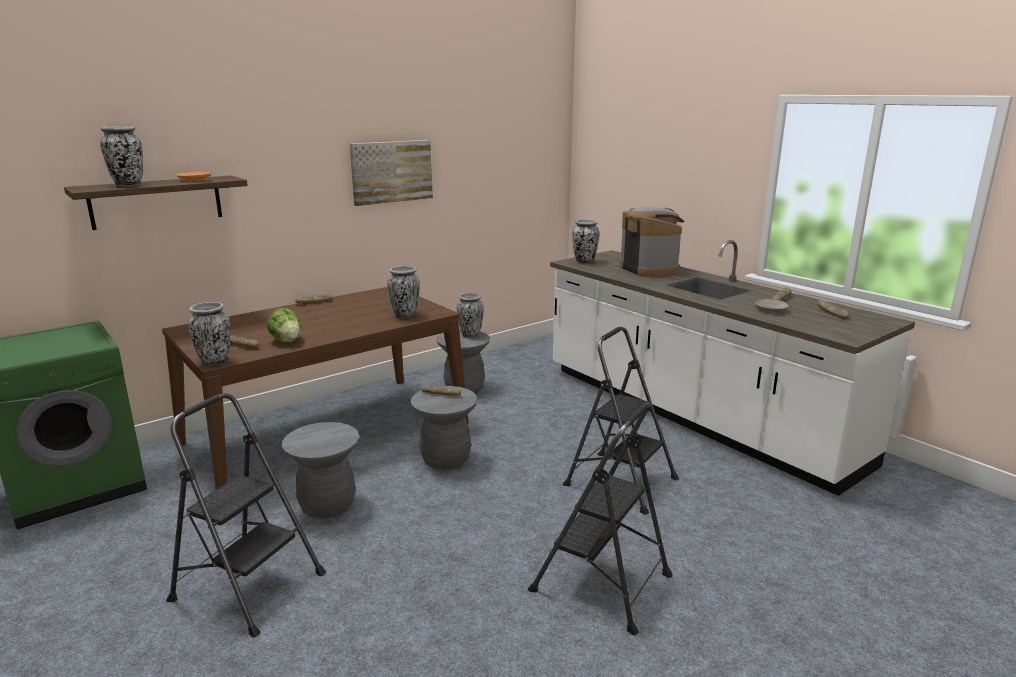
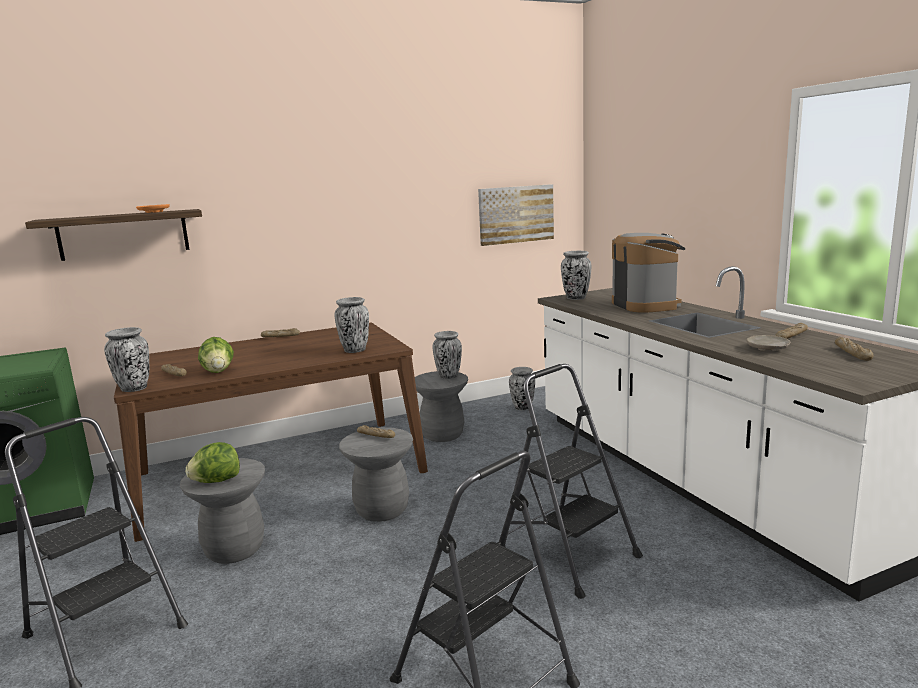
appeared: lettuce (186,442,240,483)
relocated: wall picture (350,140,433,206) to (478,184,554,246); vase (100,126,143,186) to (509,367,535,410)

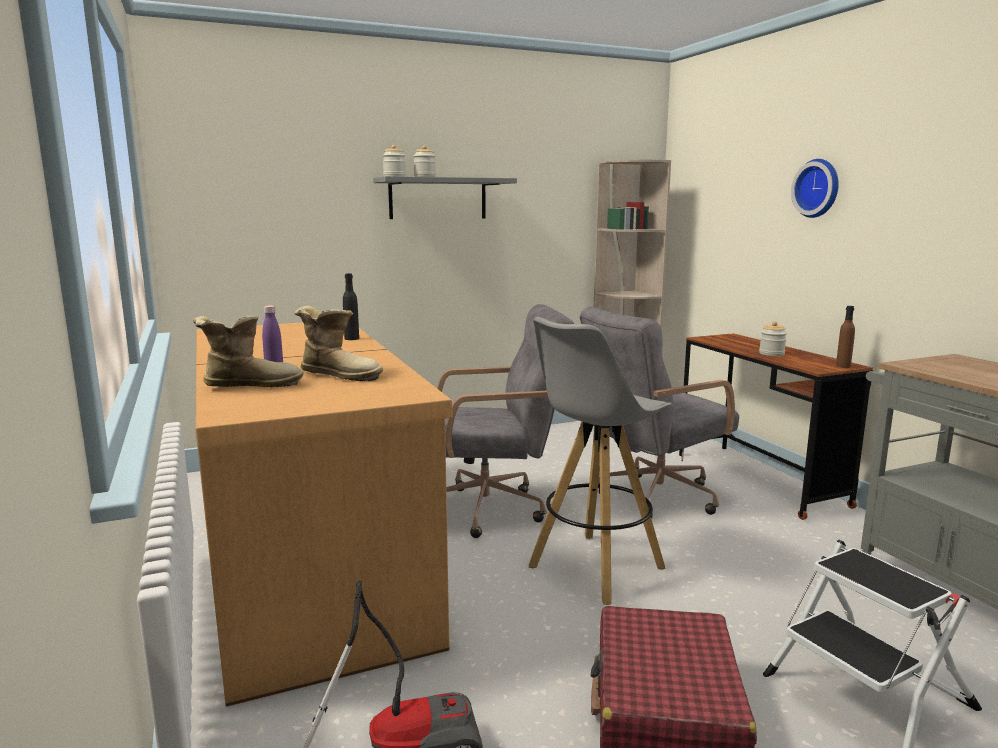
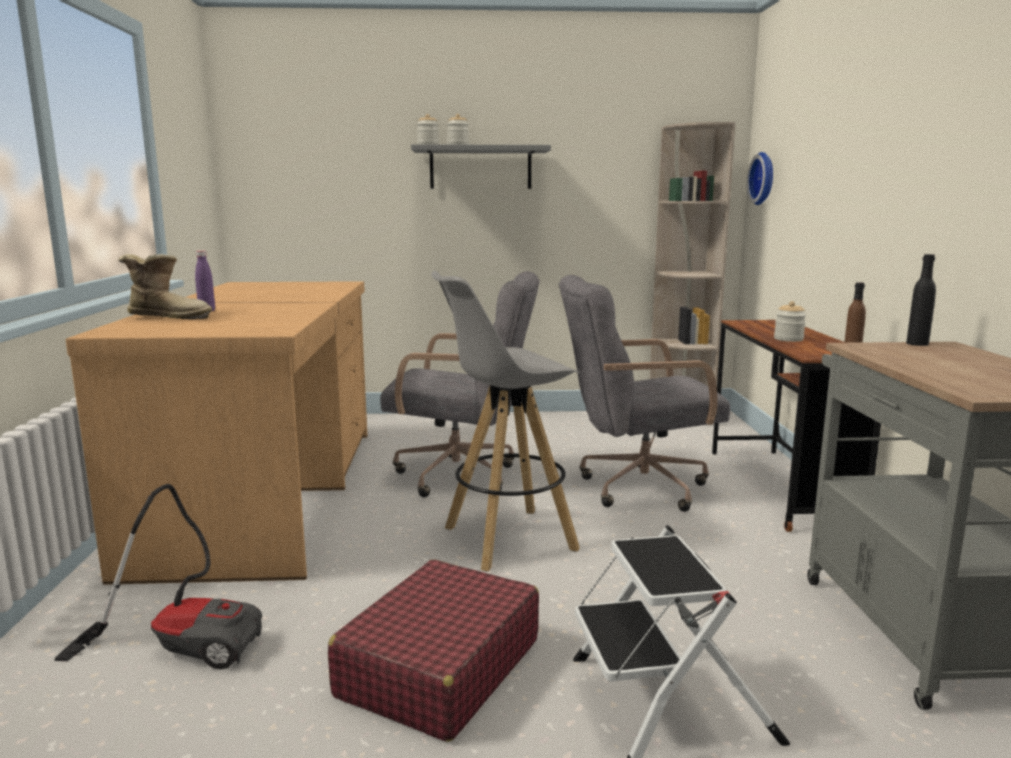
missing: boot (294,306,383,381)
relocated: wall clock (791,159,839,218) to (747,152,773,205); drink bottle (black-coloured) (343,273,359,340) to (906,254,936,346)

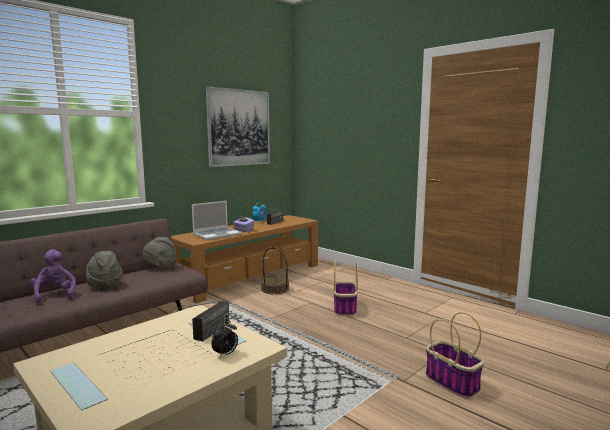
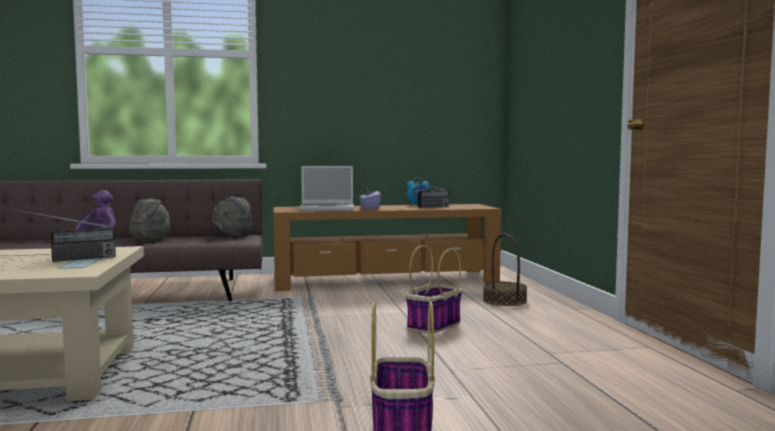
missing: wall picture (206,86,270,167); alarm clock (211,321,238,357)
relocated: storage basket (261,247,289,295) to (483,234,527,306)

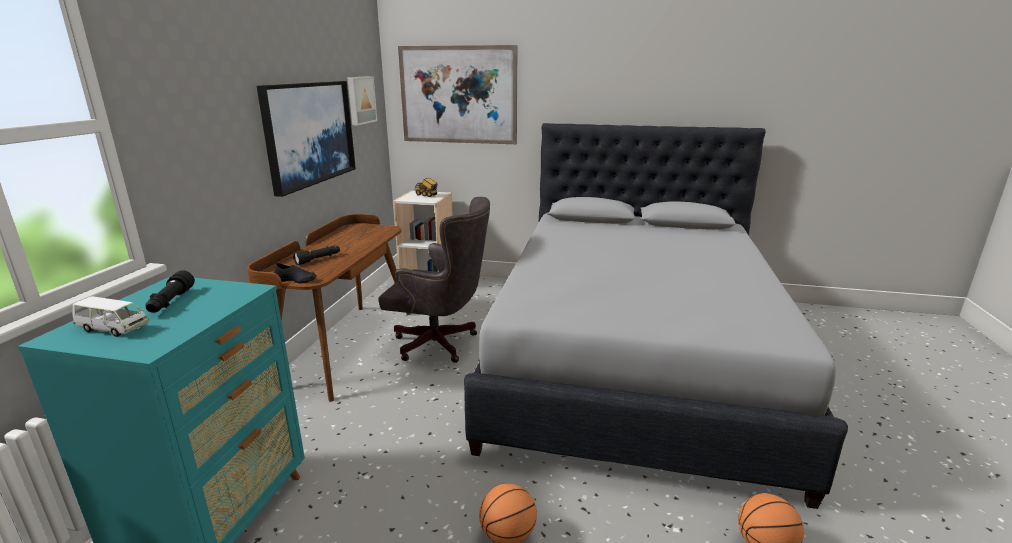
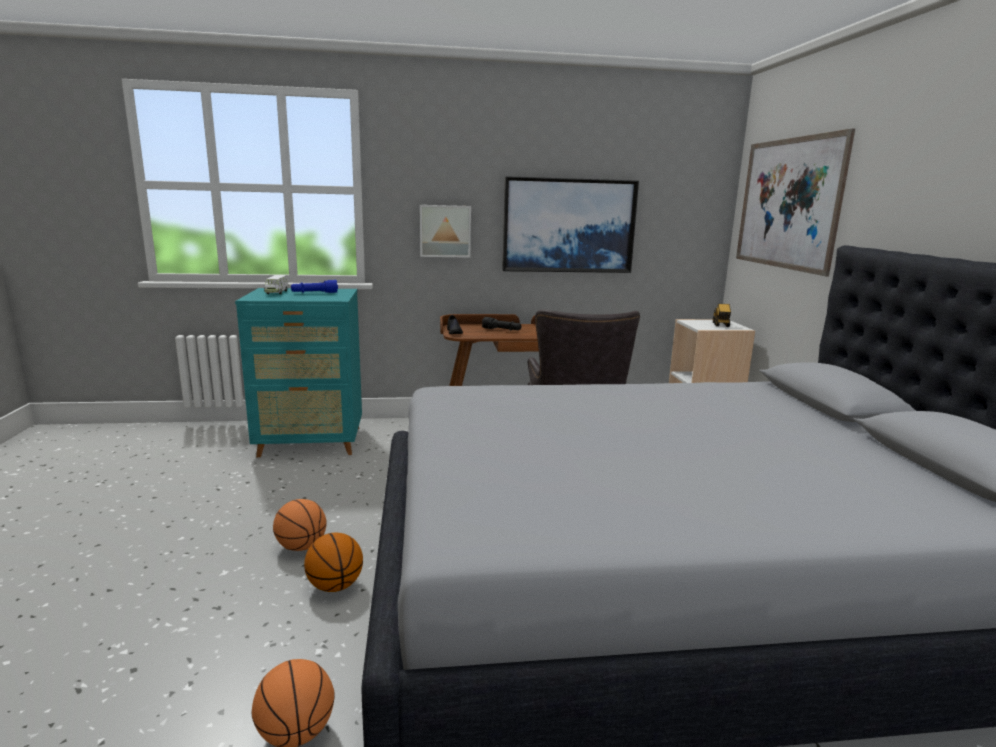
appeared: ball for basketball (304,533,363,592)
relocated: wall picture (347,76,377,125) to (420,205,471,258)
colour: torch (black-coloured) (145,270,195,313) to torch (blue-coloured) (291,280,338,293)

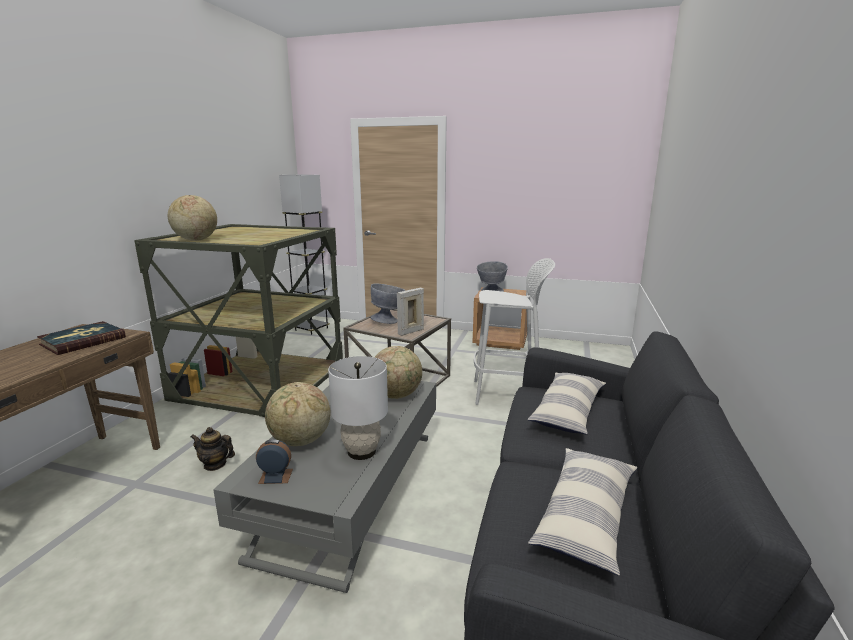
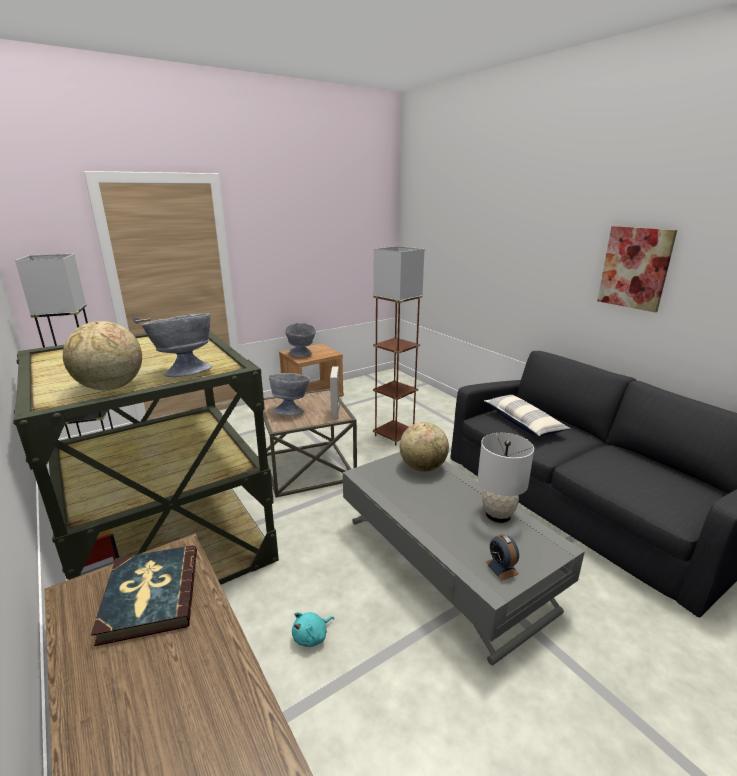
missing: desk globe (265,382,331,446); throw pillow (528,448,638,576)
appeared: deep dish (greyish) (142,313,212,377); wall picture (597,226,677,312)
exchanged: pot for tea (191,427,235,471) to soft toy (turquoise-coloured) (292,612,334,647); stool seat (white) (474,258,555,405) to floor lamp (brown) (373,246,424,445)
spun: alarm clock (256,439,293,484) = (485,534,519,581) 60 degrees counterclockwise

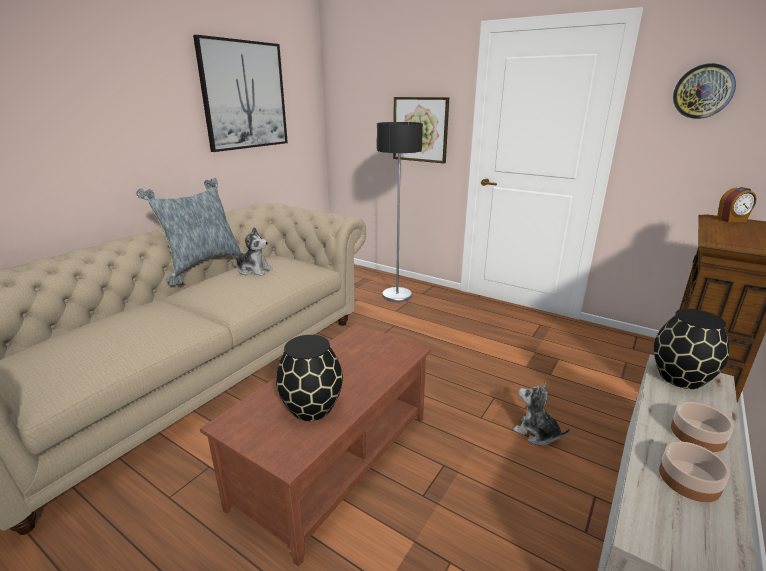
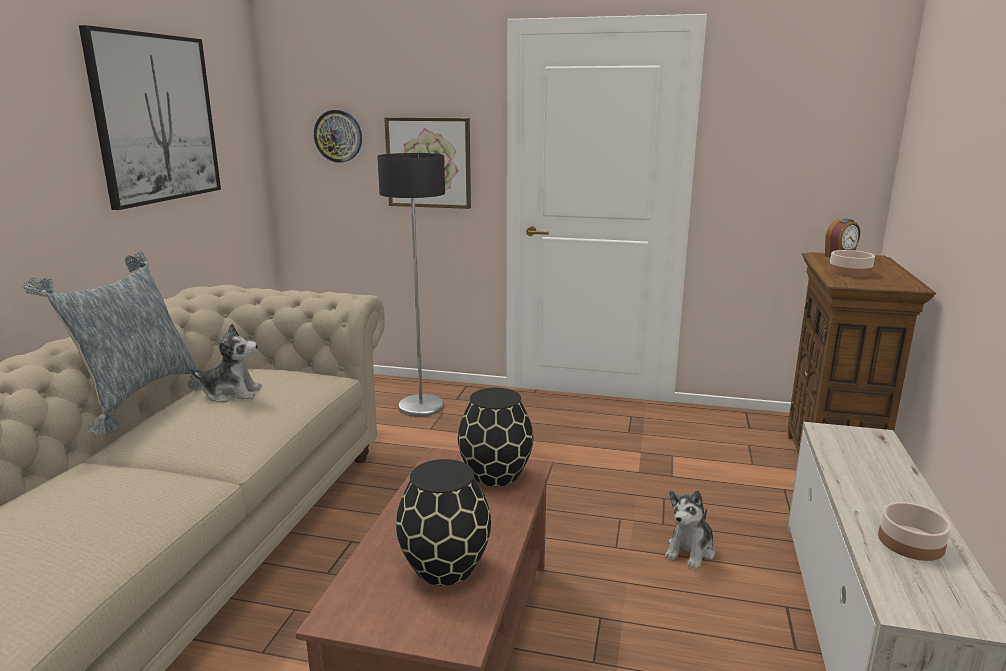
relocated: wall clock (673,63,736,119) to (314,110,362,163); vase (black-coloured) (654,309,729,389) to (458,388,533,487); deep dish (671,402,734,452) to (829,250,875,277)
spun: soft toy (513,383,570,446) = (665,490,715,569) 75 degrees counterclockwise

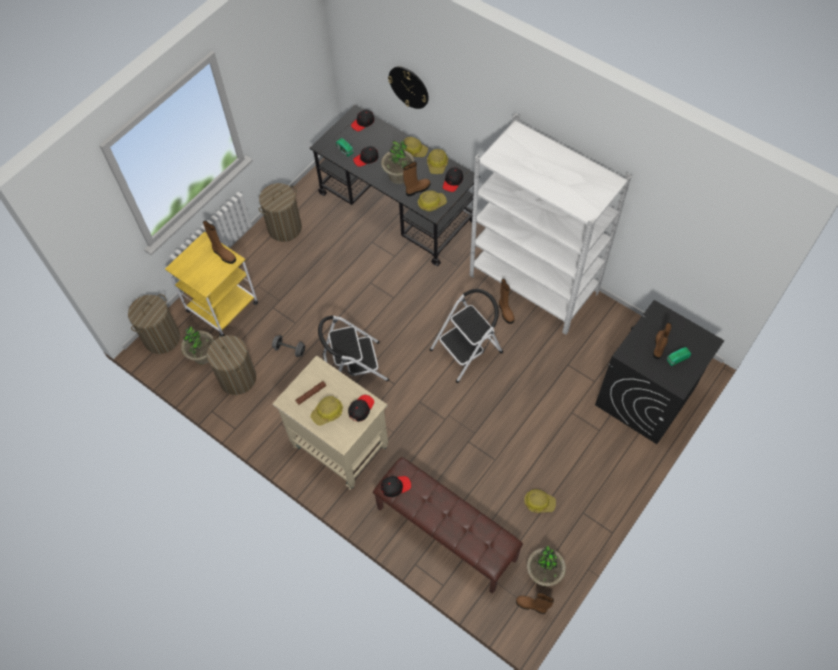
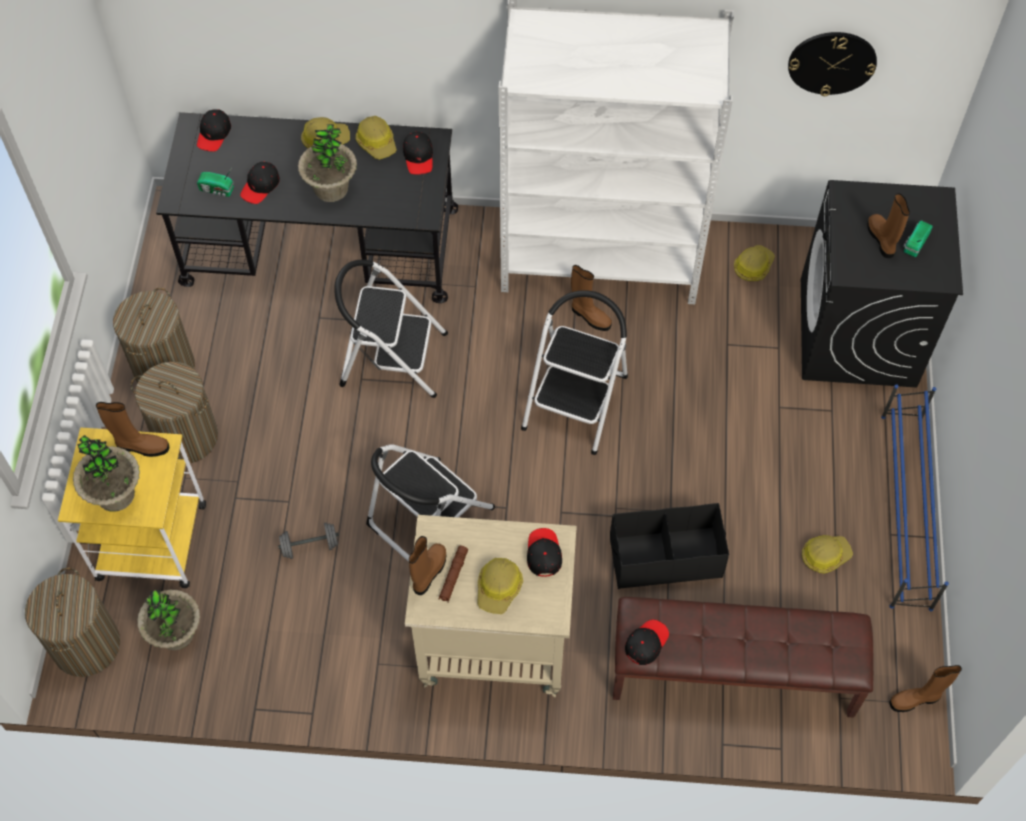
appeared: step stool (334,260,448,398); storage box (black-coloured) (610,503,729,589); shoe stand (blue-coloured) (881,384,949,611)
relocated: potted plant (527,546,566,586) to (73,435,140,512); washing basket (207,335,256,395) to (131,362,218,463); boot (brown) (403,161,430,196) to (409,536,446,595); safety helmet (418,190,447,211) to (734,245,775,281); wall clock (388,66,429,109) to (788,32,877,96)

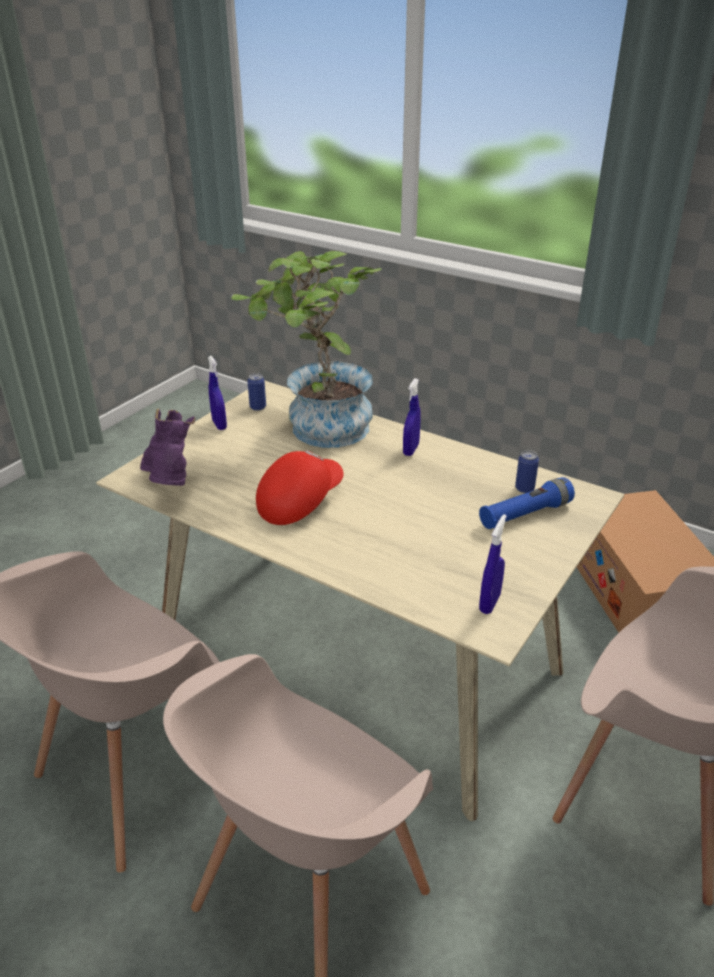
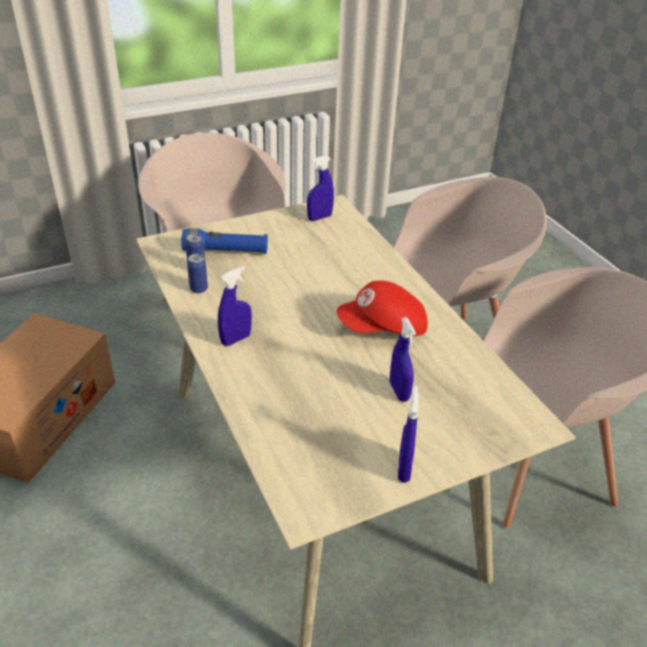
missing: boot (purple) (140,409,195,486); potted plant (231,251,381,448)
appeared: hand sprayer (blue-coloured) (390,317,416,402)
relocated: can (247,373,266,411) to (187,254,208,293)

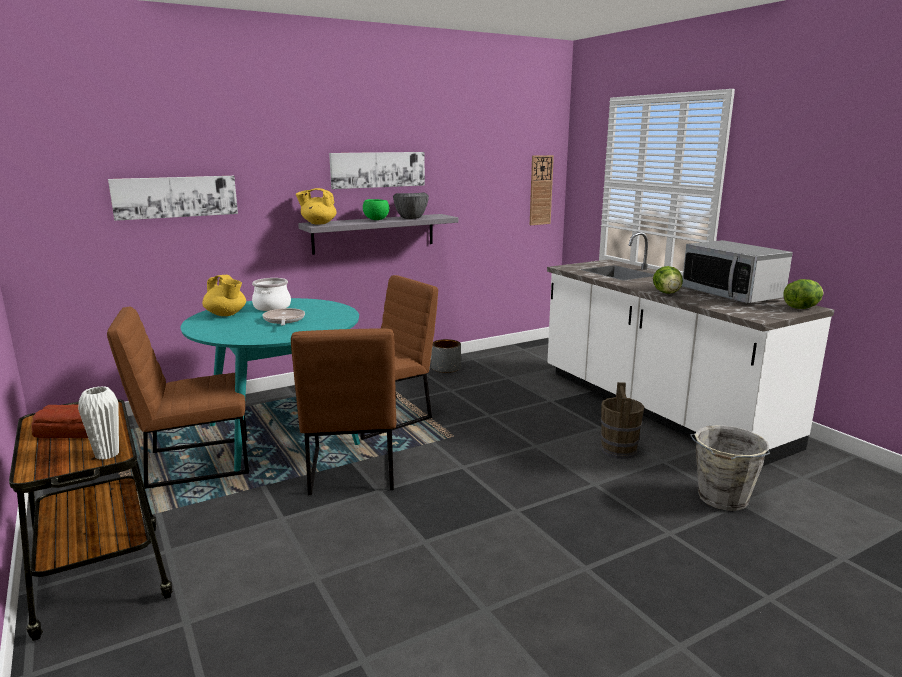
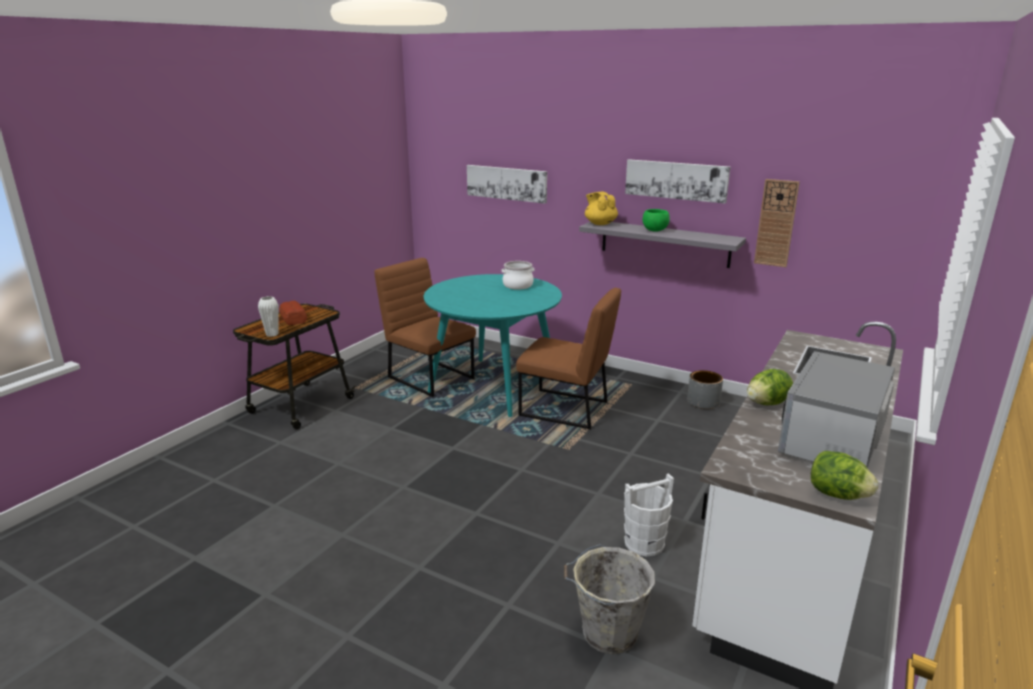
missing: pot for tea (yellow) (202,275,246,316); skillet (263,308,305,325); plain chair (brown) (291,328,396,495); deep dish (393,192,429,219)
relocated: wall clock (530,155,554,225) to (754,179,800,267)
colour: pail (brown) (601,382,645,459) to pail (white) (624,473,674,556)

